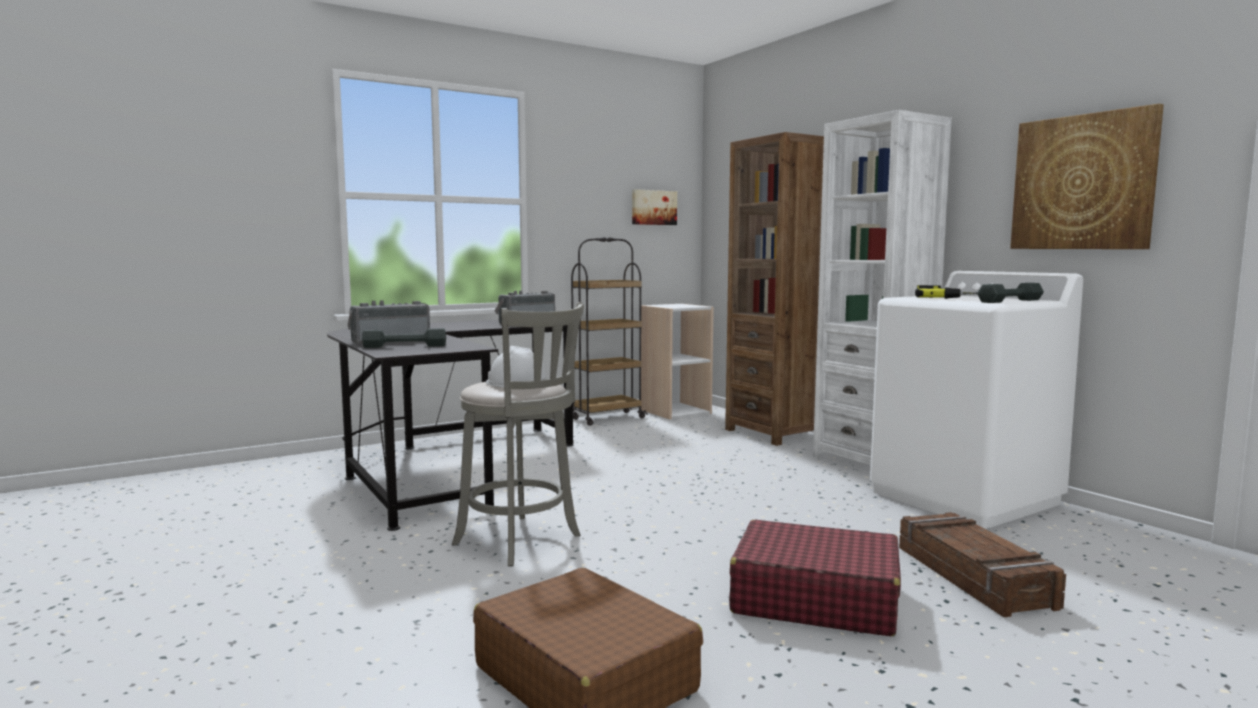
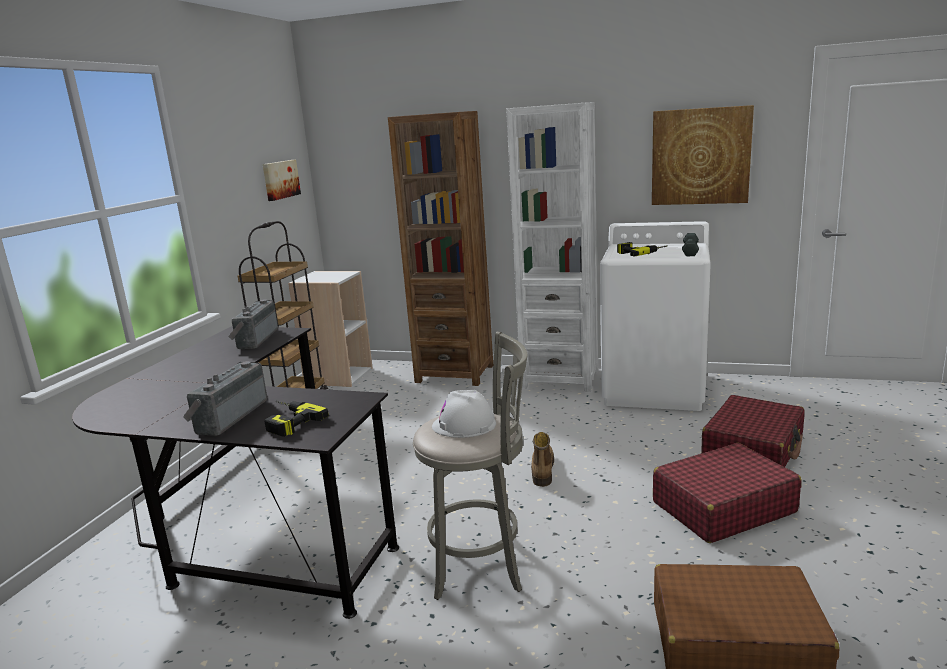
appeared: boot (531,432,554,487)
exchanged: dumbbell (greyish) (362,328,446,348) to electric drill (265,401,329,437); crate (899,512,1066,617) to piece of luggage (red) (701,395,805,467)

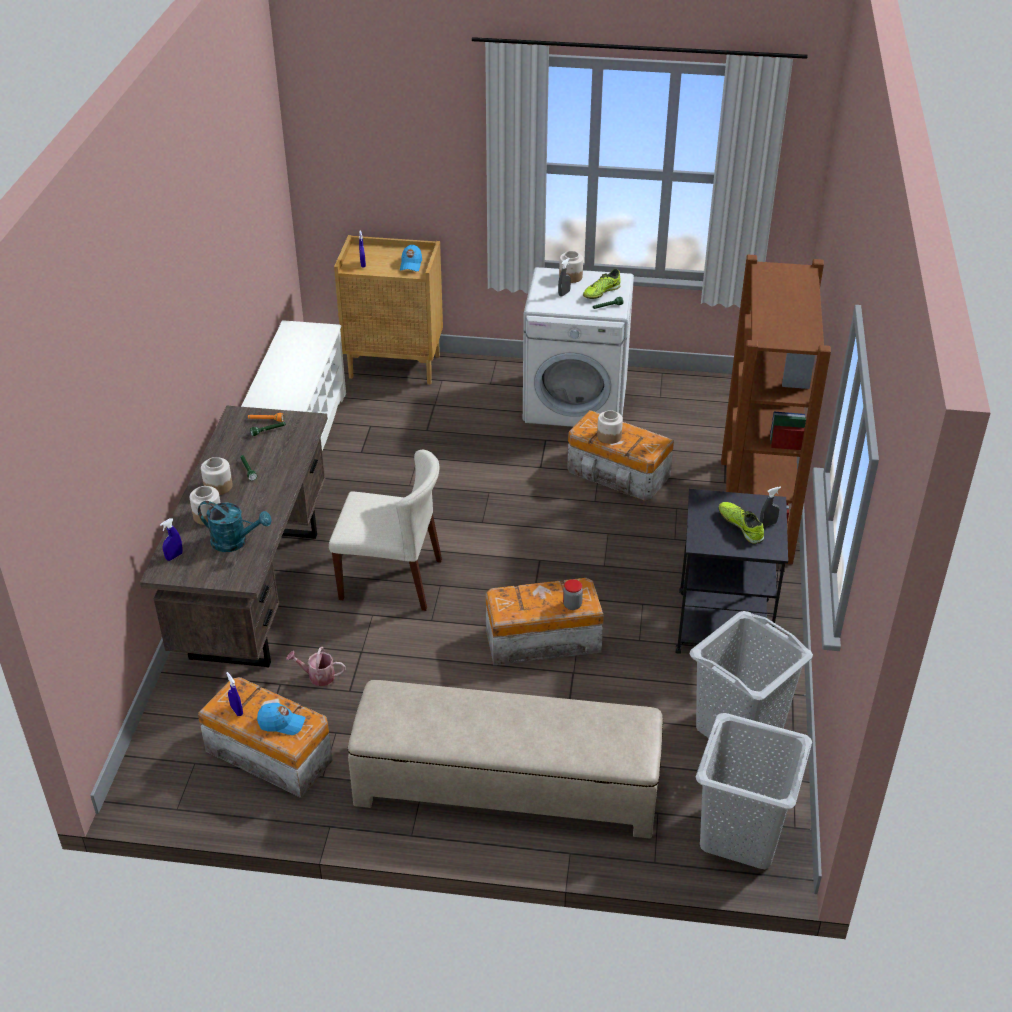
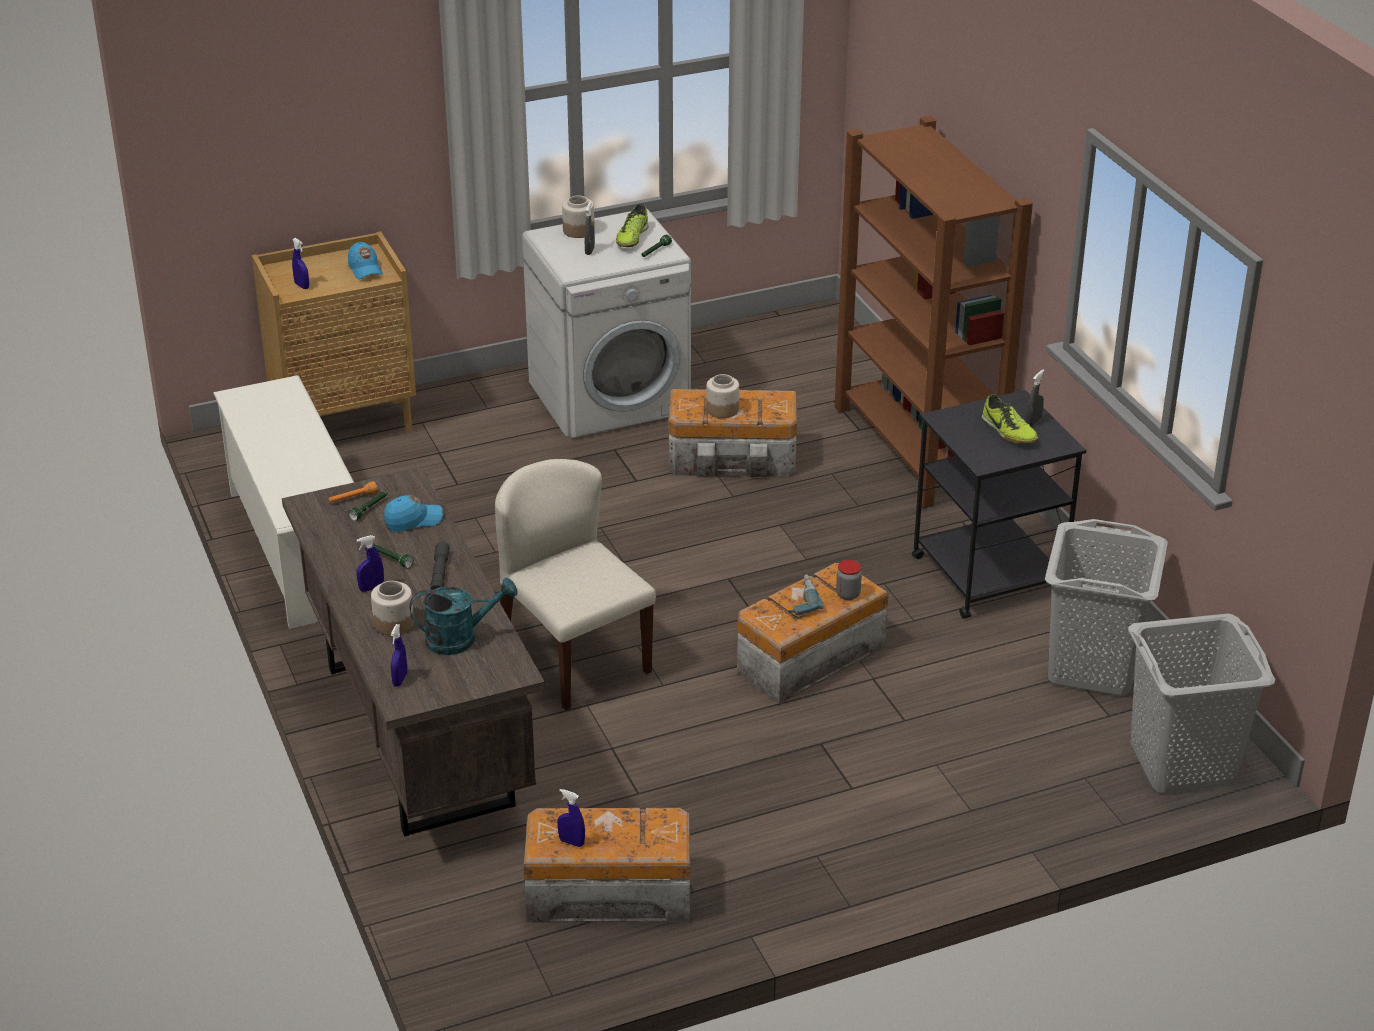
missing: sprinkling can (286,647,345,686); long seat (beige-coloured) (348,680,663,838)
appeared: torch (greyish) (430,541,450,590); electric drill (788,574,823,615)
relocated: peaked cap (blue-coloured) (257,703,306,735) to (384,495,443,532)
exchanged: jar (201,457,233,495) to hand sprayer (blue-coloured) (356,535,384,592)
spun: plain chair (beige-coloured) (329,450,442,611) = (495,459,656,710) 105 degrees counterclockwise; shoe (719,502,764,544) = (982,394,1038,444) 150 degrees counterclockwise

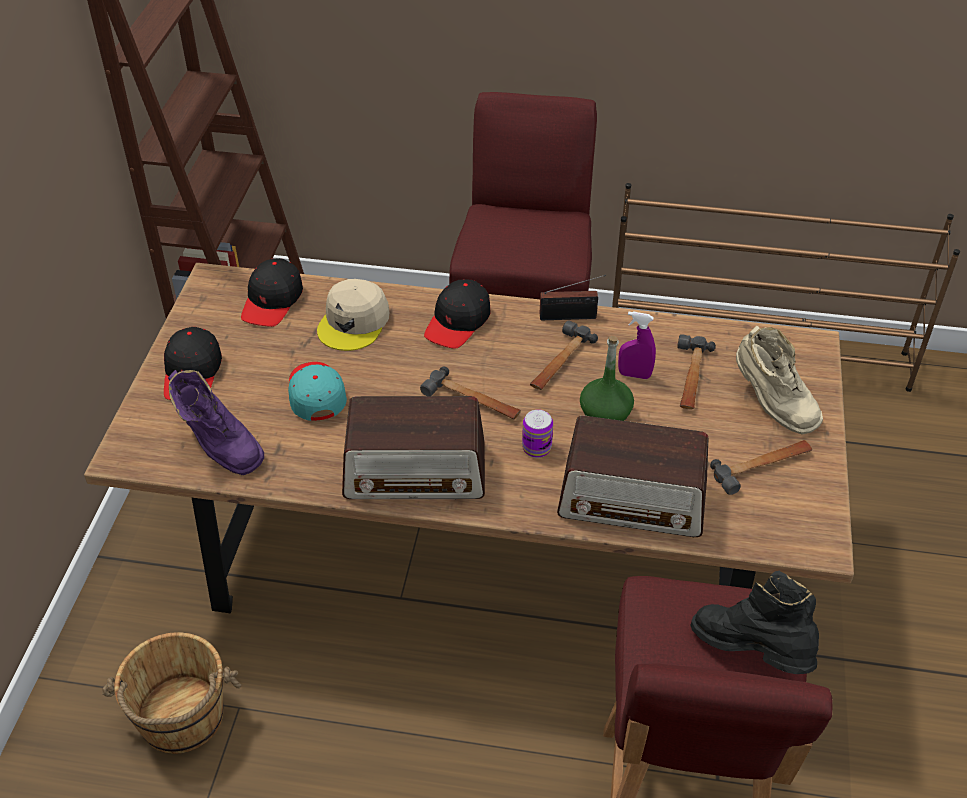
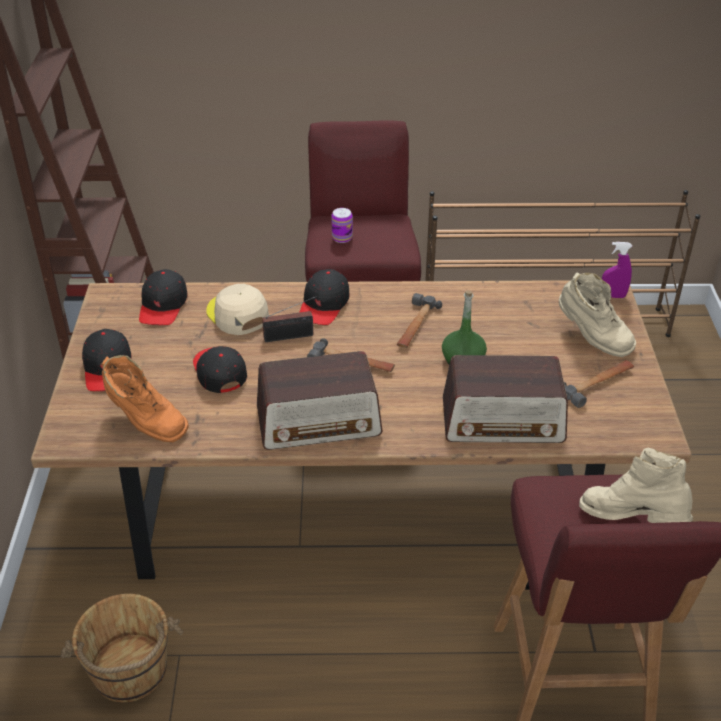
missing: hammer (677,334,716,409)
relocated: radio set (540,275,606,320) to (262,296,317,342); can (522,410,553,458) to (331,208,353,243); hand sprayer (purple) (618,311,656,379) to (602,242,632,298)
colour: boot (purple) (168,370,264,475) to boot (orange) (102,355,189,442); peaked cap (turquoise-coloured) (288,362,347,421) to peaked cap (black-coloured) (193,346,247,393); boot (black-coloured) (690,571,819,674) to boot (beige-coloured) (579,448,693,523)
spun: peaked cap (beige-coloured) (317,279,389,351) = (206,284,269,335) 135 degrees clockwise

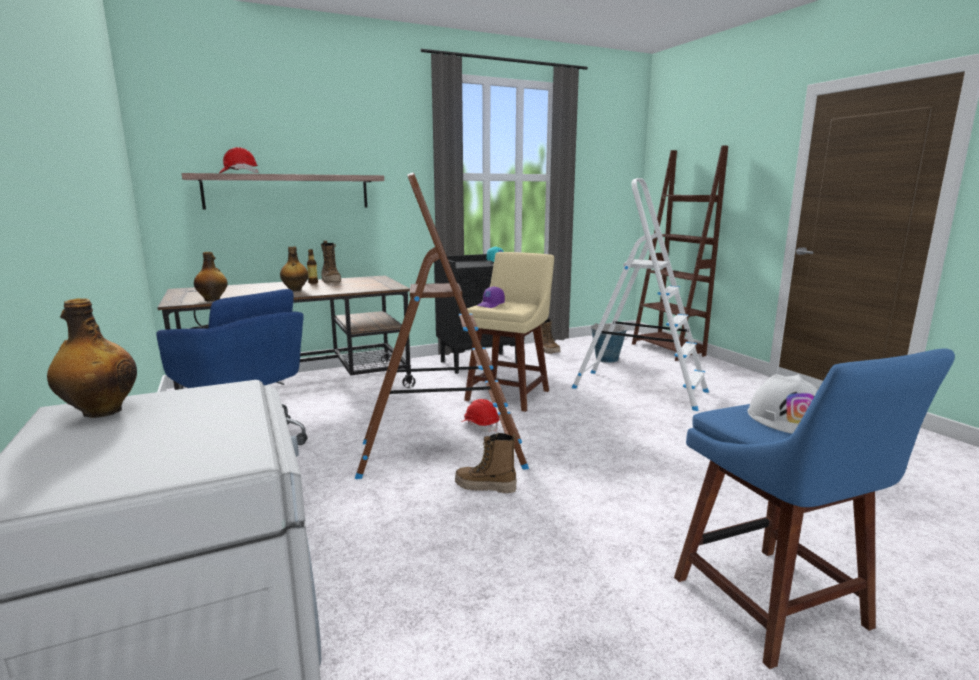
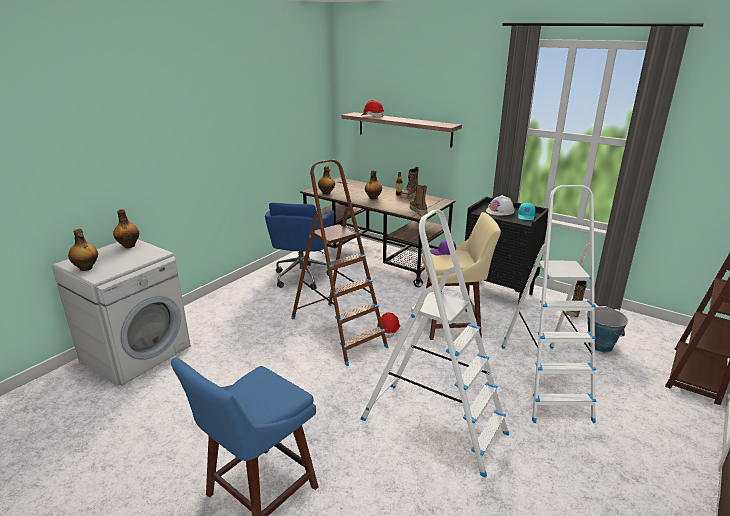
appeared: drink bottle (68,229,98,271); step stool (white) (360,209,509,478)
relocated: boot (455,433,517,493) to (410,185,428,216); safety helmet (white) (748,374,818,434) to (486,195,514,216)

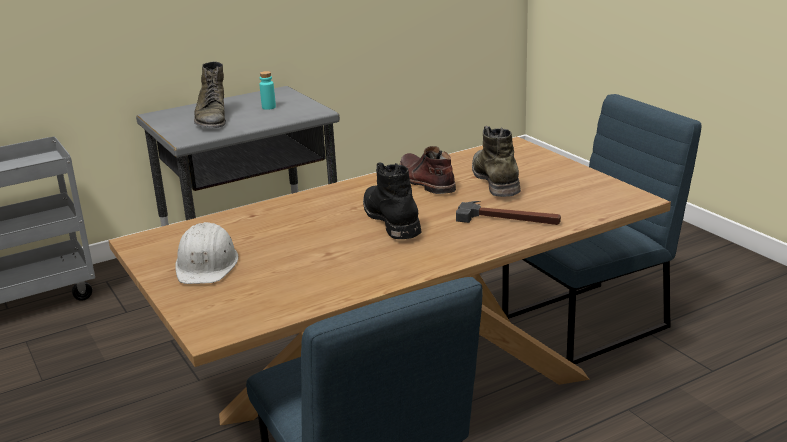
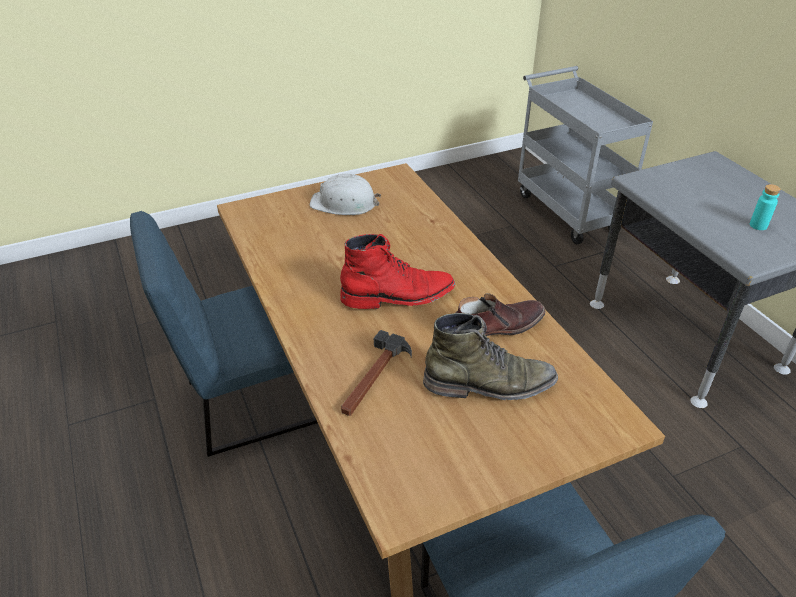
missing: boot (green) (194,61,226,128)
colour: boot (black-coloured) (363,162,422,239) to boot (red) (340,234,455,309)

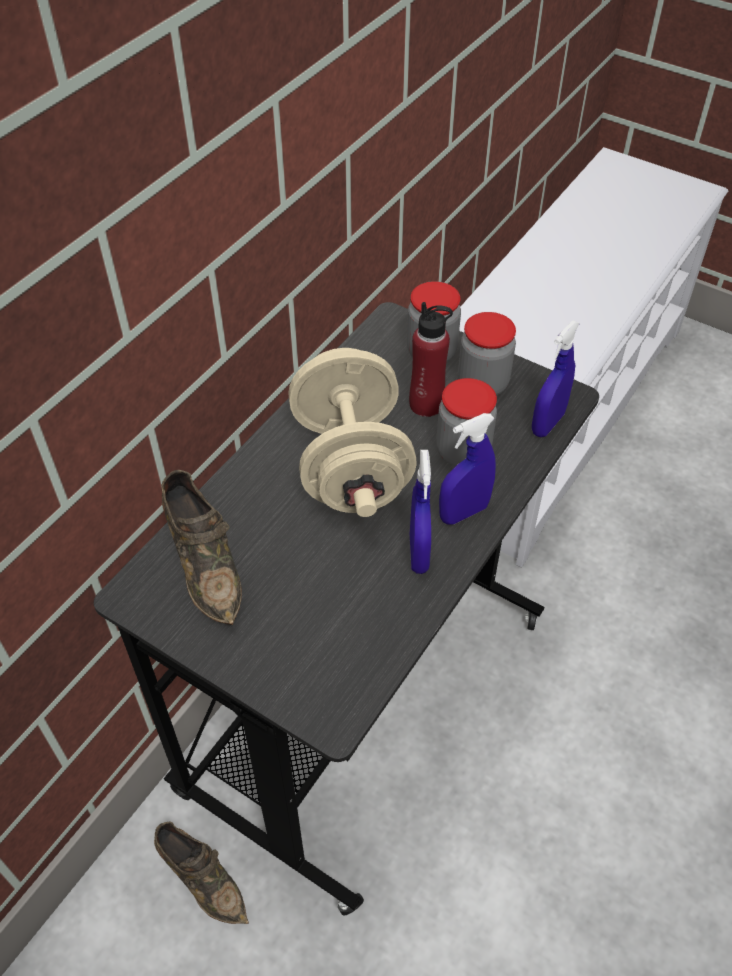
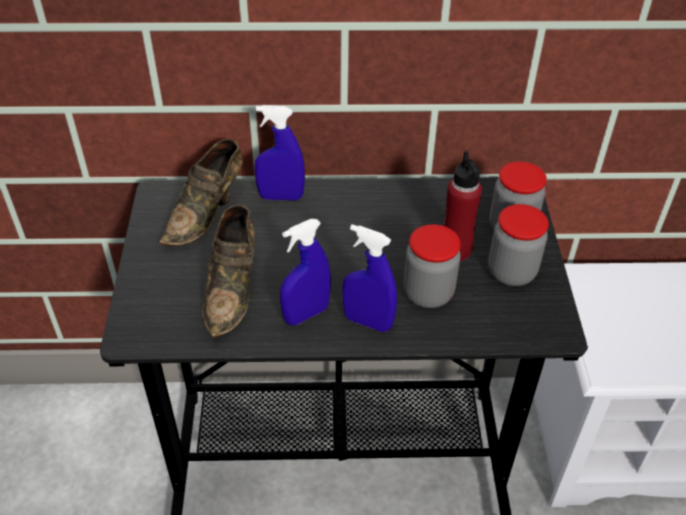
missing: dumbbell (beige-coloured) (288,348,417,517)
relocated: shoe (brown) (154,822,249,924) to (202,204,255,338); hand sprayer (blue-coloured) (532,320,580,437) to (254,105,305,201)

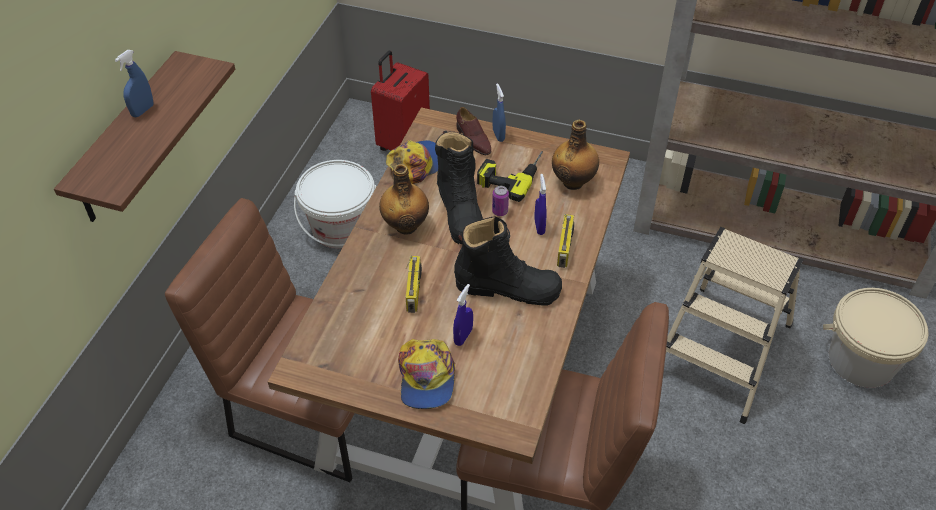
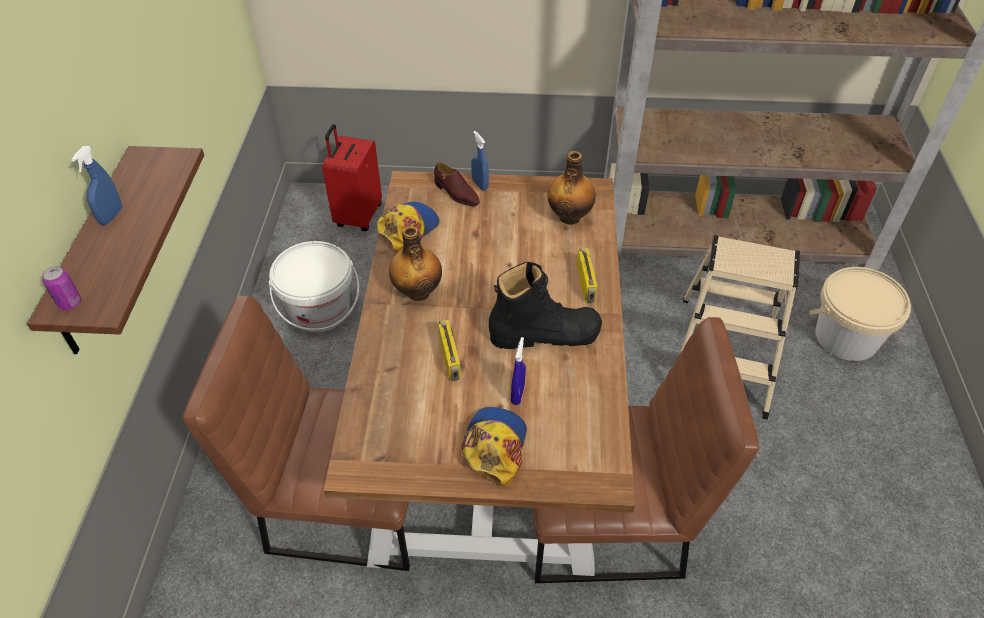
missing: boot (black-coloured) (435,131,483,244); electric drill (477,151,543,202); hand sprayer (blue-coloured) (534,174,547,235)
relocated: can (492,186,509,216) to (42,266,81,310)
spun: peaked cap (398,339,455,409) = (462,407,527,486) 150 degrees counterclockwise

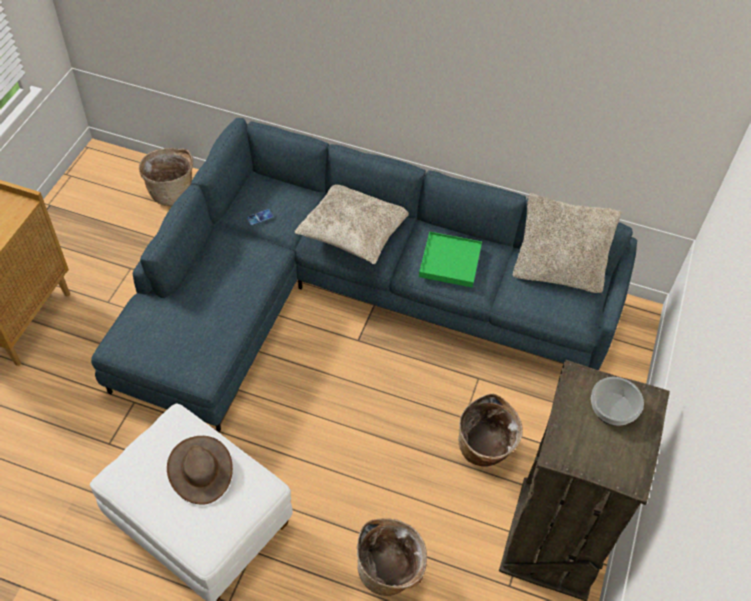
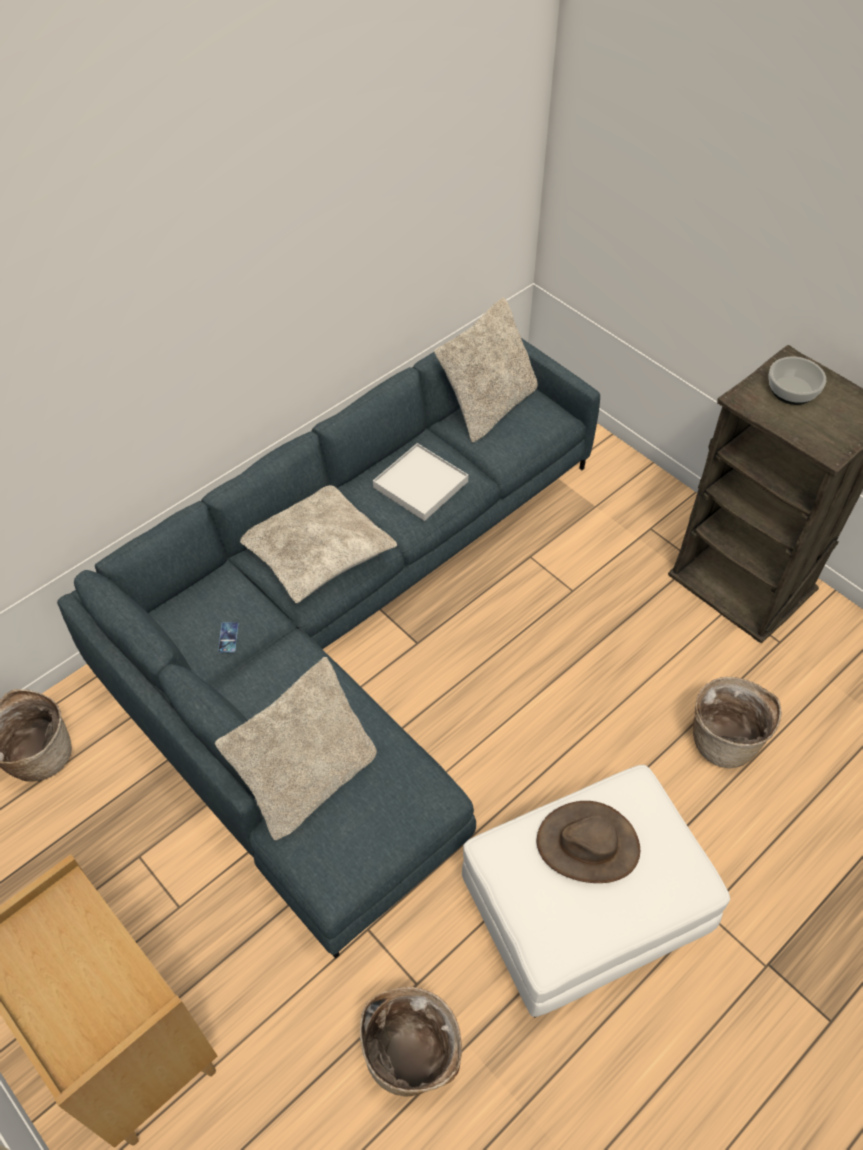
appeared: throw pillow (beige-coloured) (215,657,377,841)
relocated: storage basket (458,394,523,467) to (360,986,462,1097)
colour: serving tray (green) (419,232,482,288) to serving tray (white) (373,443,468,521)

